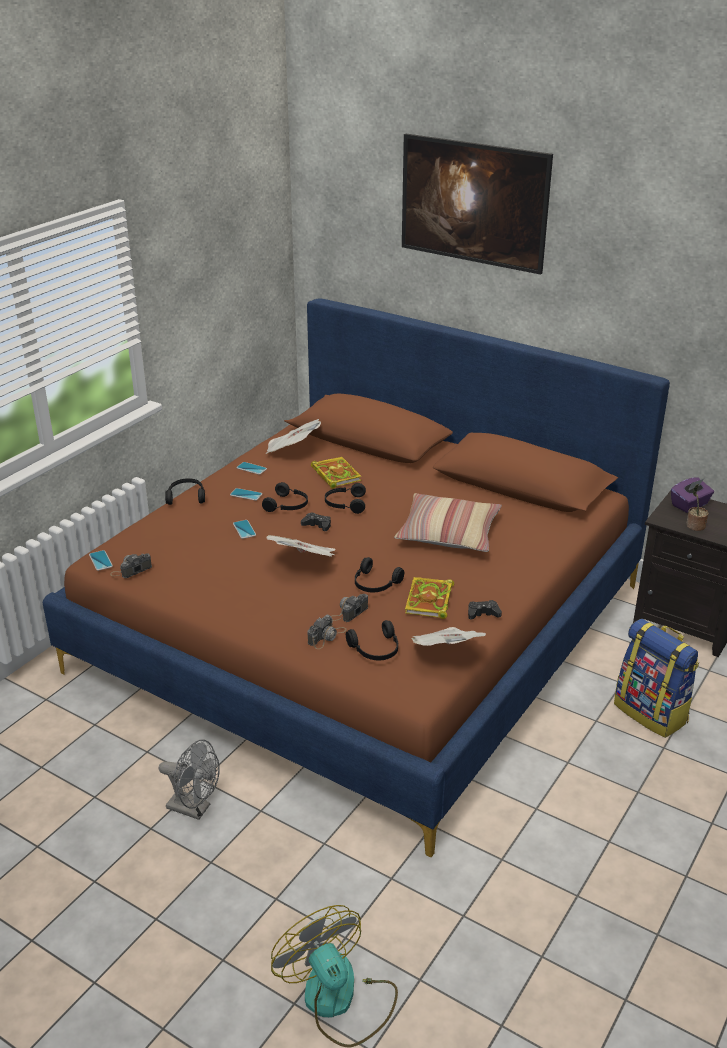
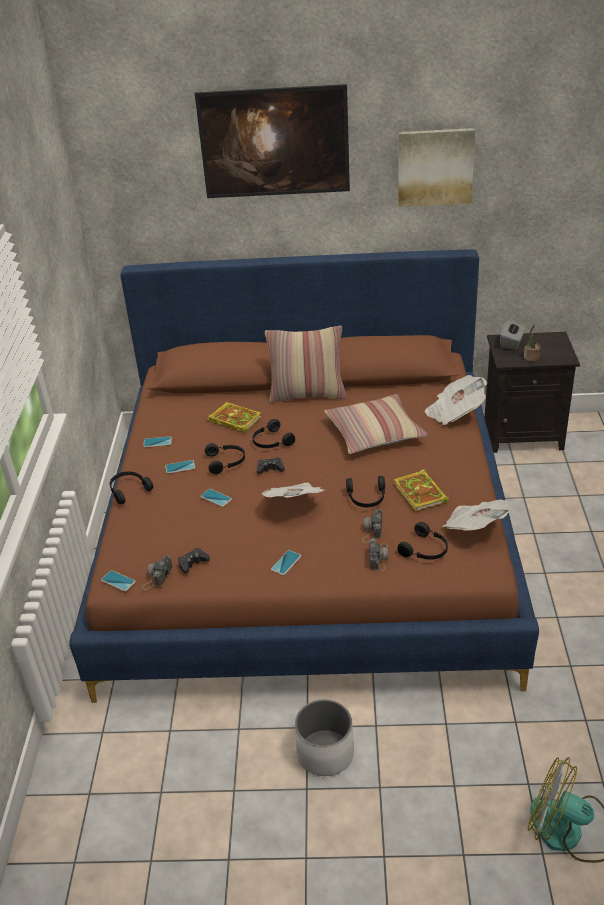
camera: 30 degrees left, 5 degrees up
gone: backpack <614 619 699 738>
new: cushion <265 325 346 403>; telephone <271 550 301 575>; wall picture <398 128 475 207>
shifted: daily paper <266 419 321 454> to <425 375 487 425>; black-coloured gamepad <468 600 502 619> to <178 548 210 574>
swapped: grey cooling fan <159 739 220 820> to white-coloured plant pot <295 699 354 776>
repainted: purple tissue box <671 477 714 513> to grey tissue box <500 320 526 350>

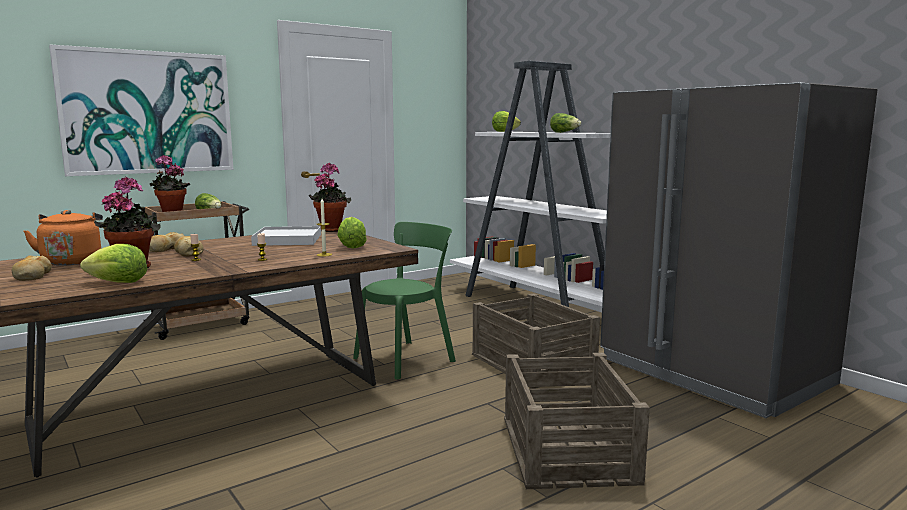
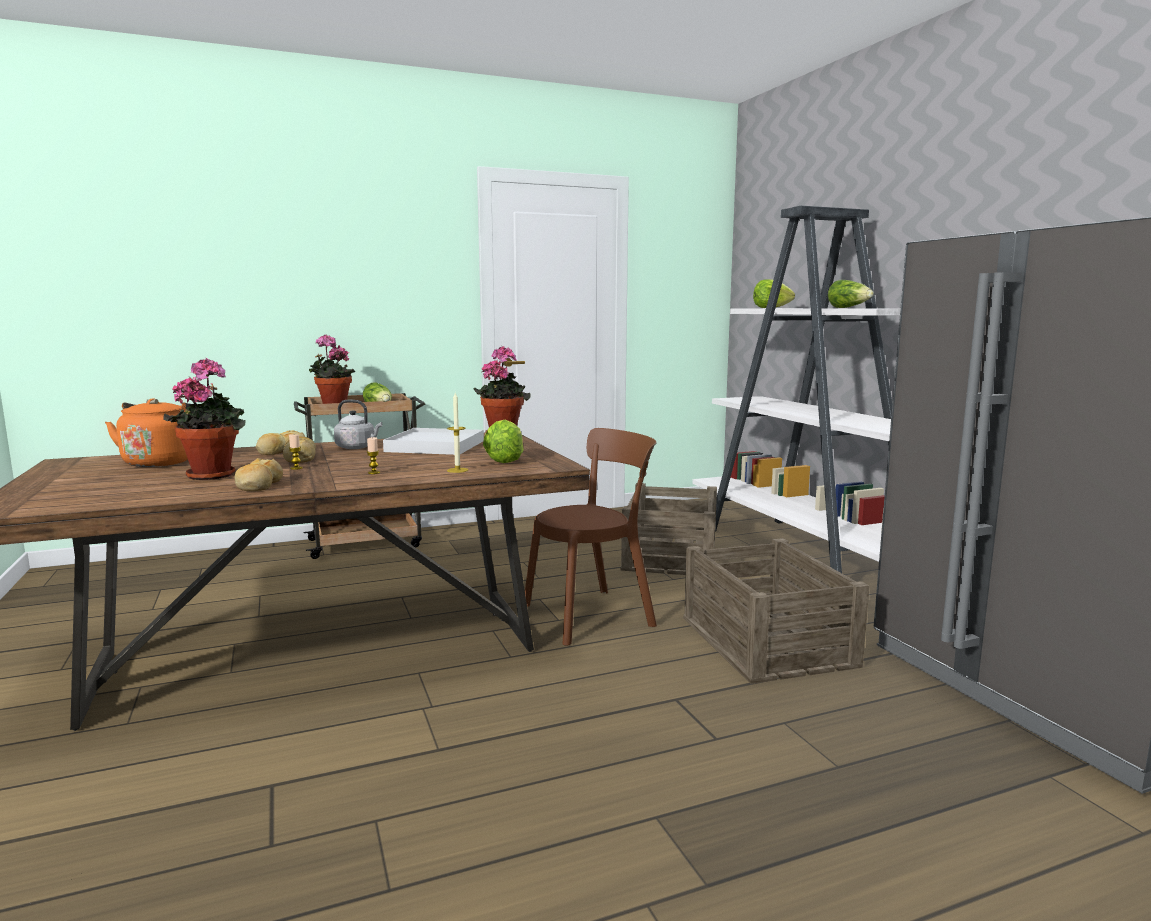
camera: 15 degrees right, 0 degrees up
gone: wall picture <49 45 233 176>; lettuce <80 244 147 283>
new: grey water kettle <334 400 382 449>
shifted: bread <12 255 52 281> to <235 458 283 491>; shipping crate <504 353 650 489> to <620 483 717 575>
repainted: green-coloured chair <353 222 456 380> to brown-coloured chair <525 428 657 646>

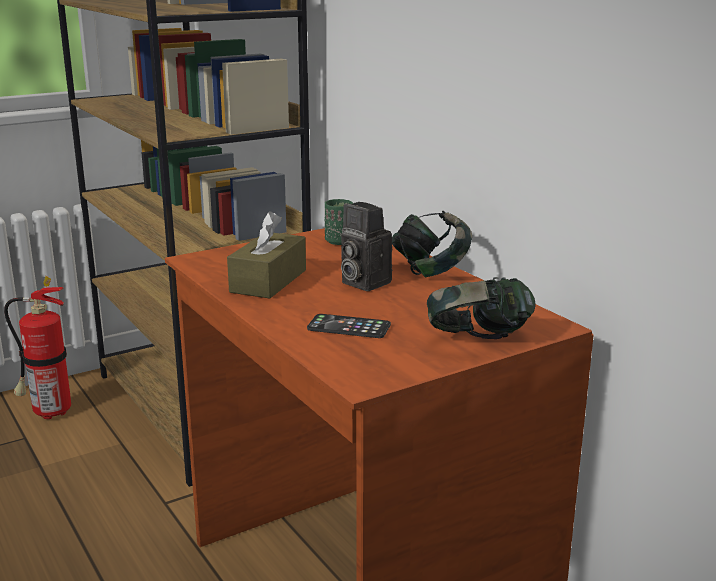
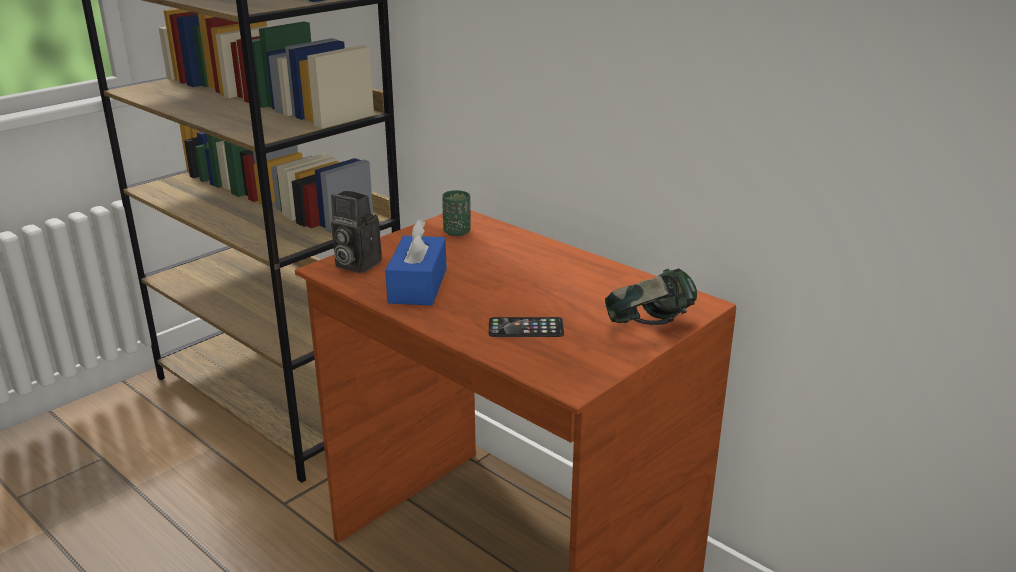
camera: 15 degrees left, 5 degrees up
gone: fire extinguisher <4 276 71 420>; pair of headphones <392 211 472 278>
shifted: photo camera <341 202 392 291> to <331 191 382 273>
repainted: brown-coloured tissue box <227 211 306 299> to bluish tissue box <385 219 447 306>

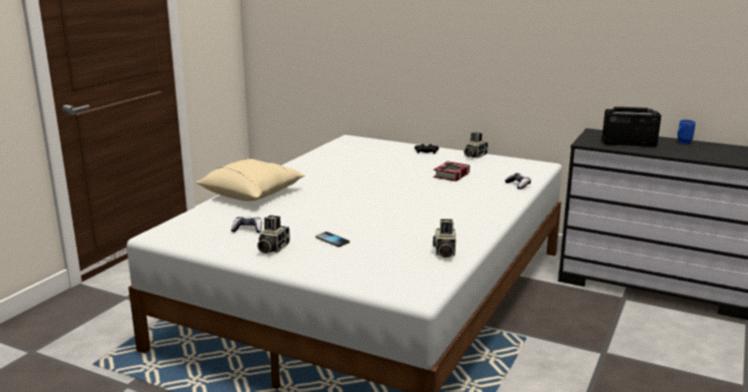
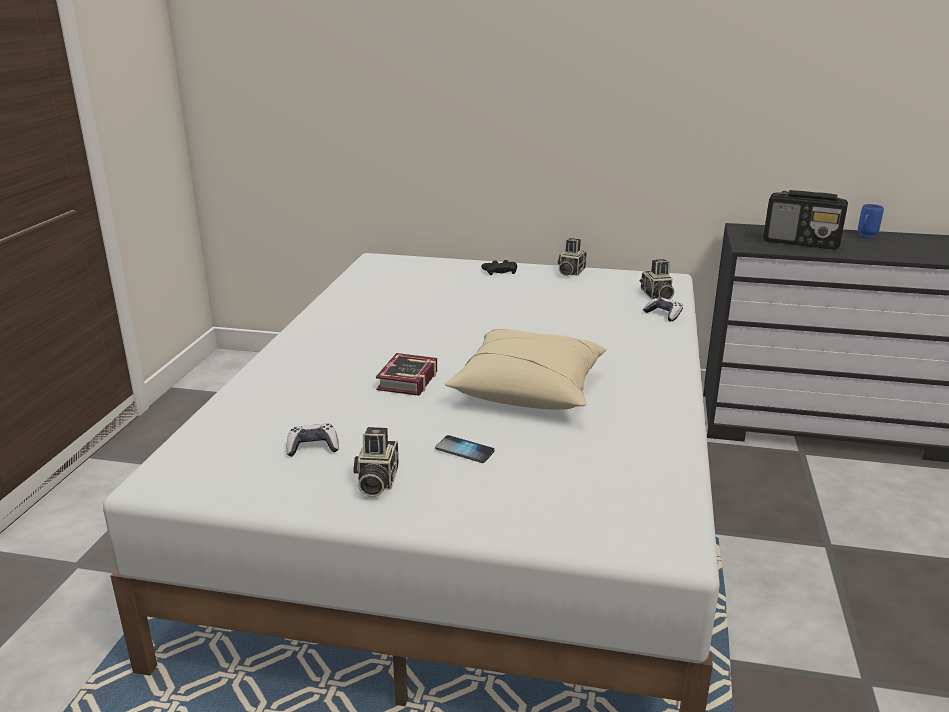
camera: 15 degrees left, 5 degrees up
shifted: beige-coloured cushion <195 159 305 201> to <444 329 607 410>; bound book <433 161 470 182> to <376 353 437 396>; photo camera <433 219 456 258> to <640 259 675 300>
rotated: radio receiver <602 107 661 147> = <763 190 848 250> 150 degrees counterclockwise

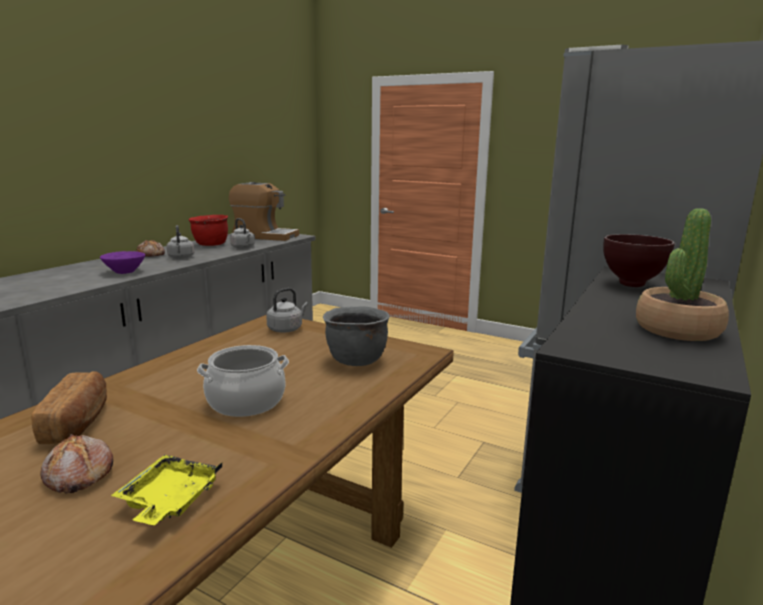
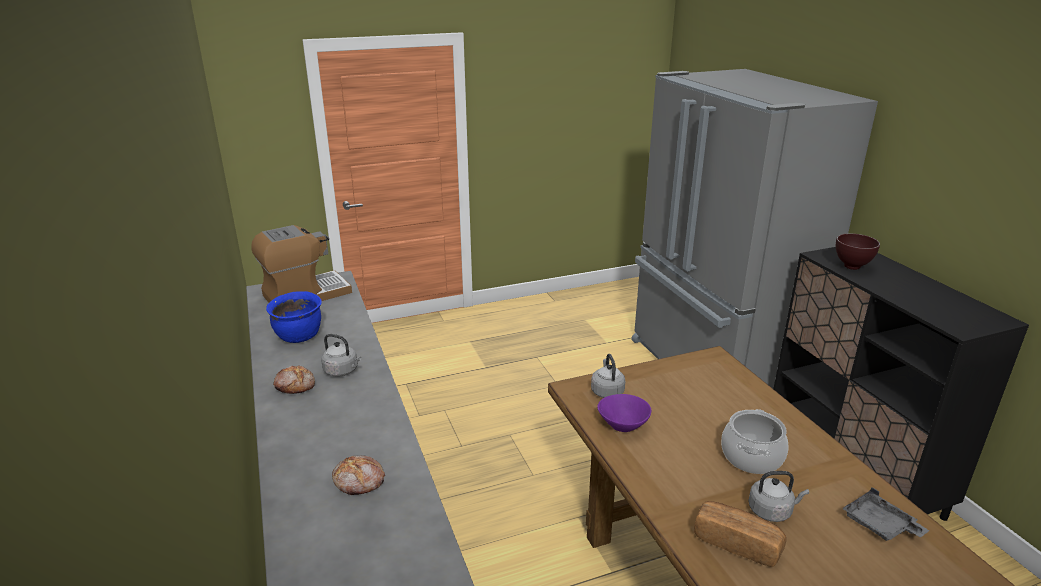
camera: 50 degrees left, 10 degrees up
gone: grey cooking pot <323 306 390 366>; potted plant <636 208 729 341>
shifted: bread <40 434 113 493> to <332 455 385 495>; purple deep dish <100 251 145 274> to <597 394 651 432>; grey water kettle <230 218 254 249> to <748 471 809 522>
repainted: yellowish carrying tray <111 455 222 525> to grey carrying tray <842 488 929 541>; red cooking pot <189 215 228 246> to bluish cooking pot <266 291 322 343>

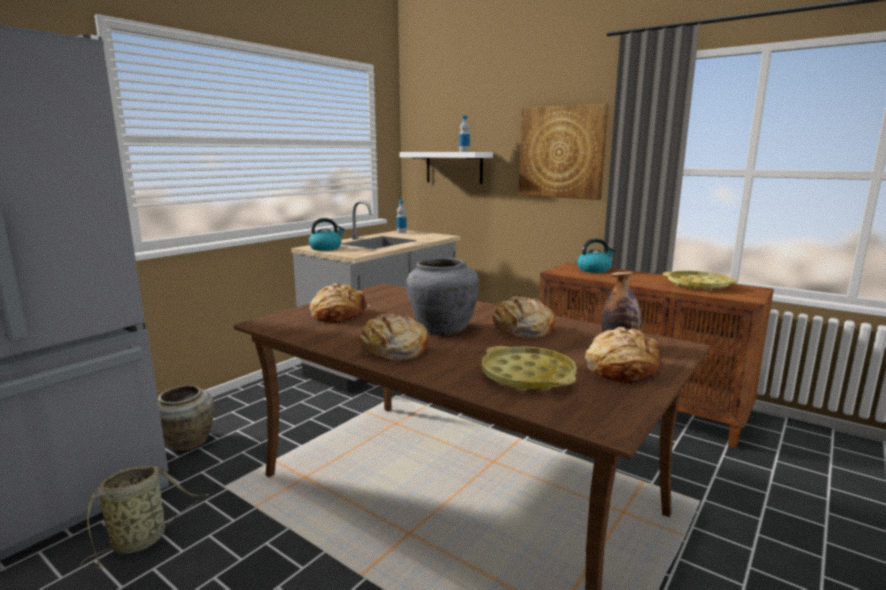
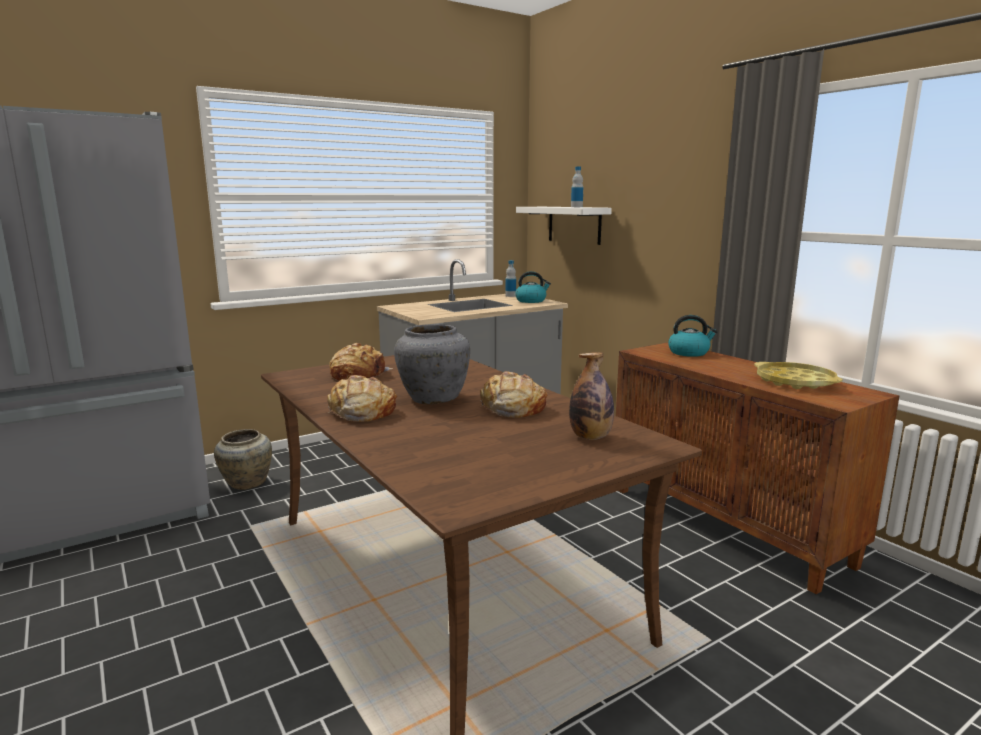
camera: 20 degrees right, 0 degrees up
gone: household basket <80 466 209 569>; yellowish carrying tray <482 346 577 391>; wall picture <518 104 609 200>; bread <585 327 661 383>
shifted: water kettle <309 218 345 251> to <515 271 551 303>

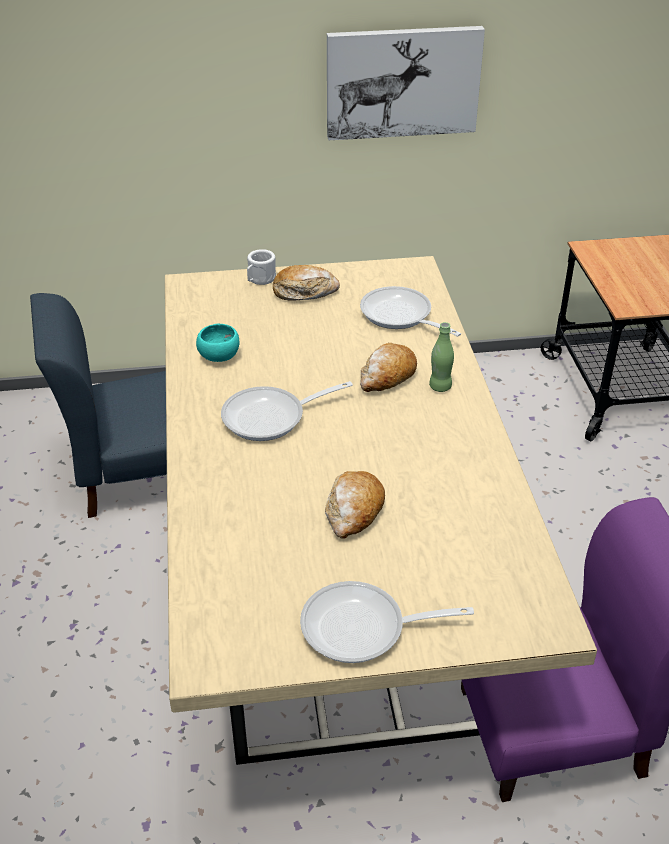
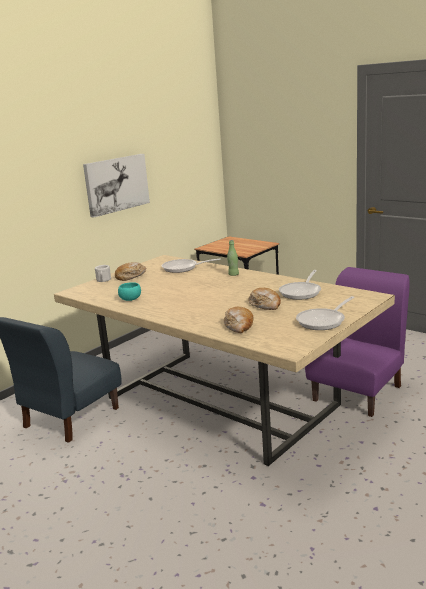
camera: 40 degrees left, 20 degrees down
shifted: skillet <221 381 353 441> to <279 270 321 300>; bread <360 343 417 392> to <224 307 253 333>

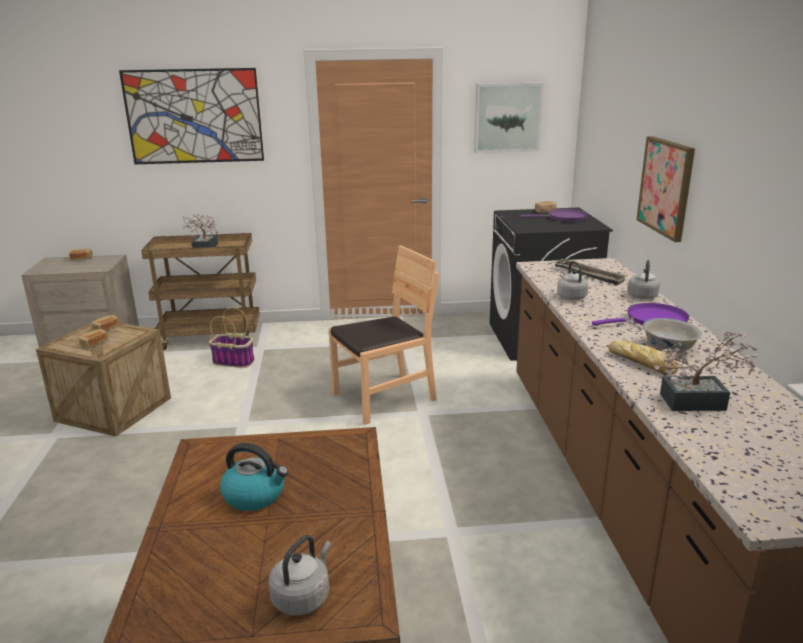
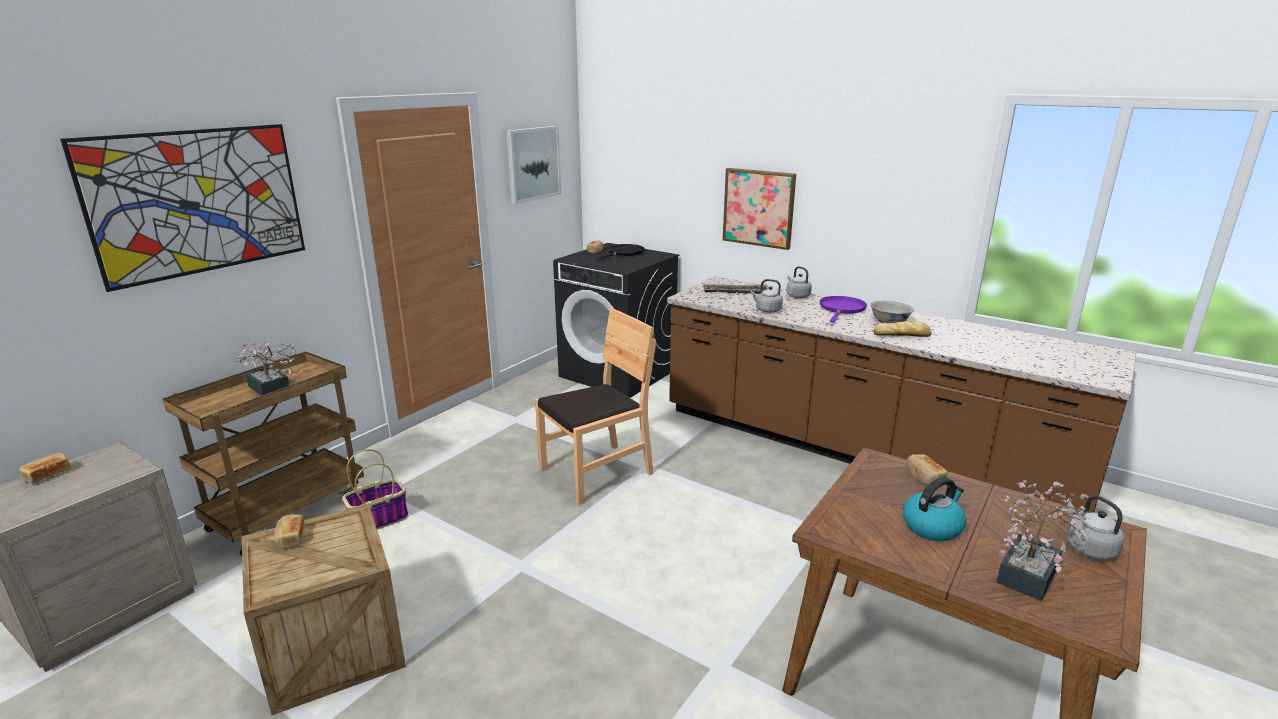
camera: 50 degrees left, 0 degrees up
shifted: bread <78 329 109 348> to <906 454 948 486>; potted plant <654 330 758 411> to <996 480 1089 601>
repainted: purple skillet <520 209 588 222> to black-coloured skillet <596 244 644 260>
rotated: brown-coloured chair <329 245 439 425> = <535 308 656 505> 45 degrees clockwise

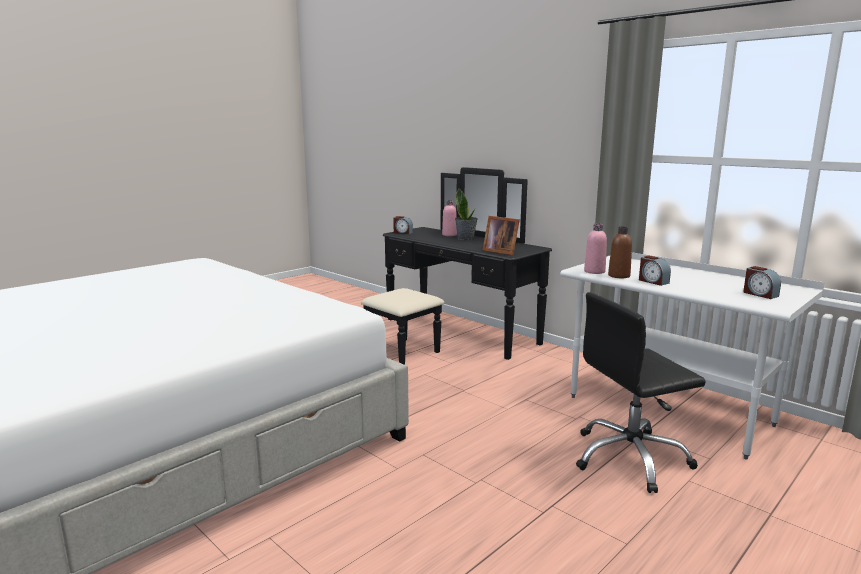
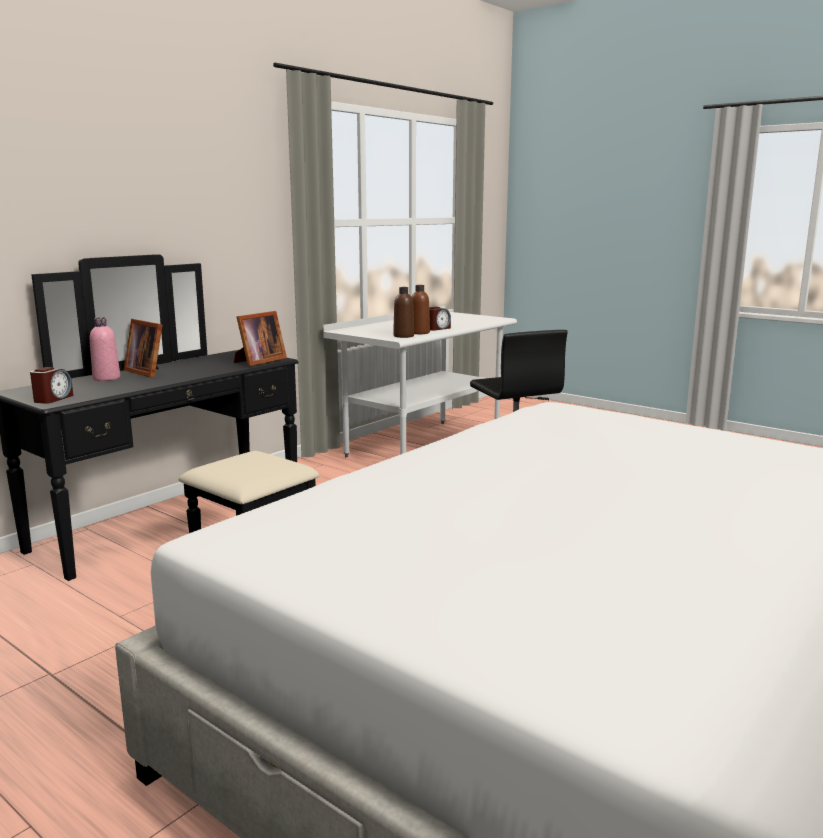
camera: 95 degrees left, 0 degrees up
gone: alarm clock <743 266 781 299>
swapped: potted plant <455 188 478 240> to standing frame <124 319 162 378>
repainted: pink-coloured bottle <584 224 607 274> to brown-coloured bottle <393 287 414 338>

